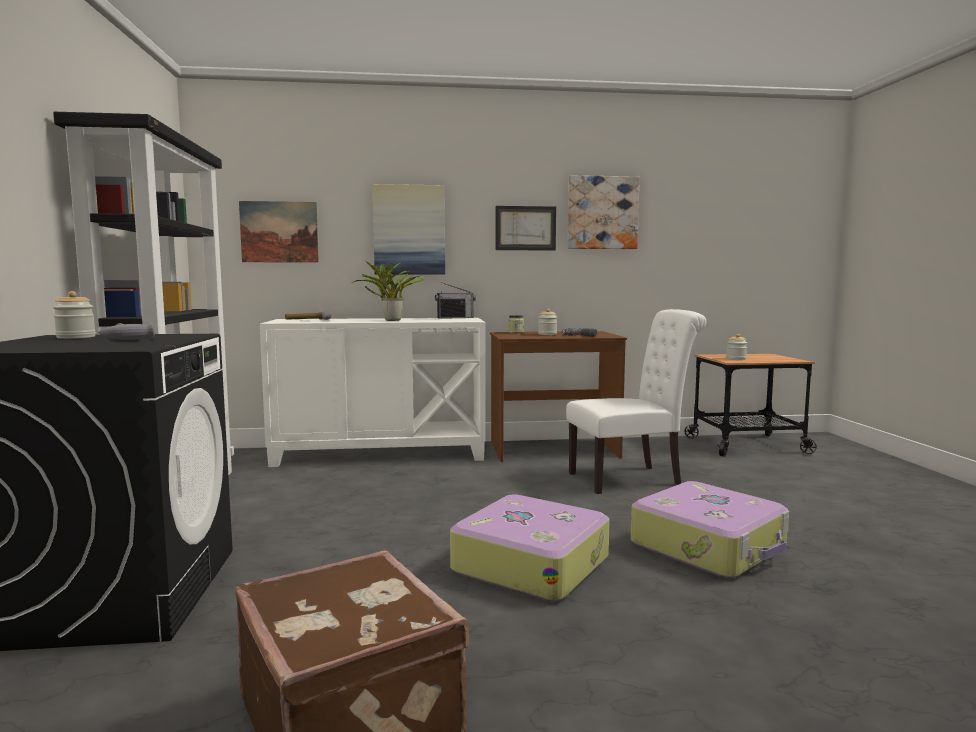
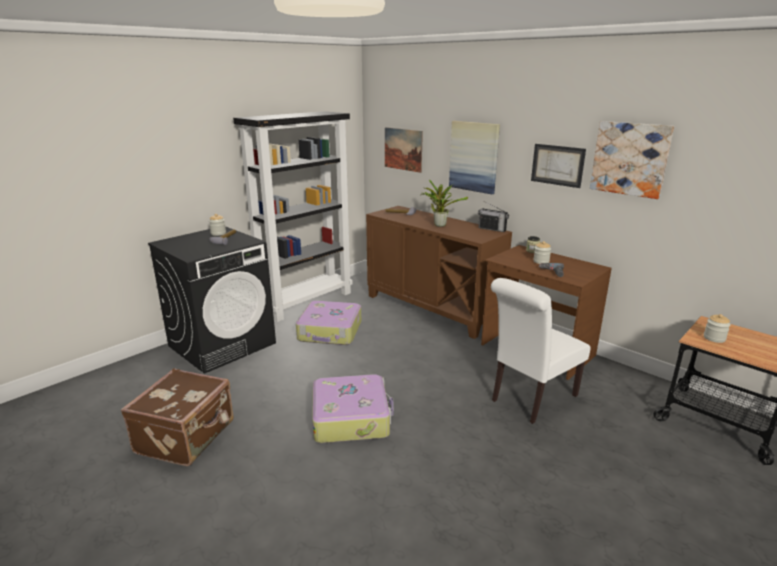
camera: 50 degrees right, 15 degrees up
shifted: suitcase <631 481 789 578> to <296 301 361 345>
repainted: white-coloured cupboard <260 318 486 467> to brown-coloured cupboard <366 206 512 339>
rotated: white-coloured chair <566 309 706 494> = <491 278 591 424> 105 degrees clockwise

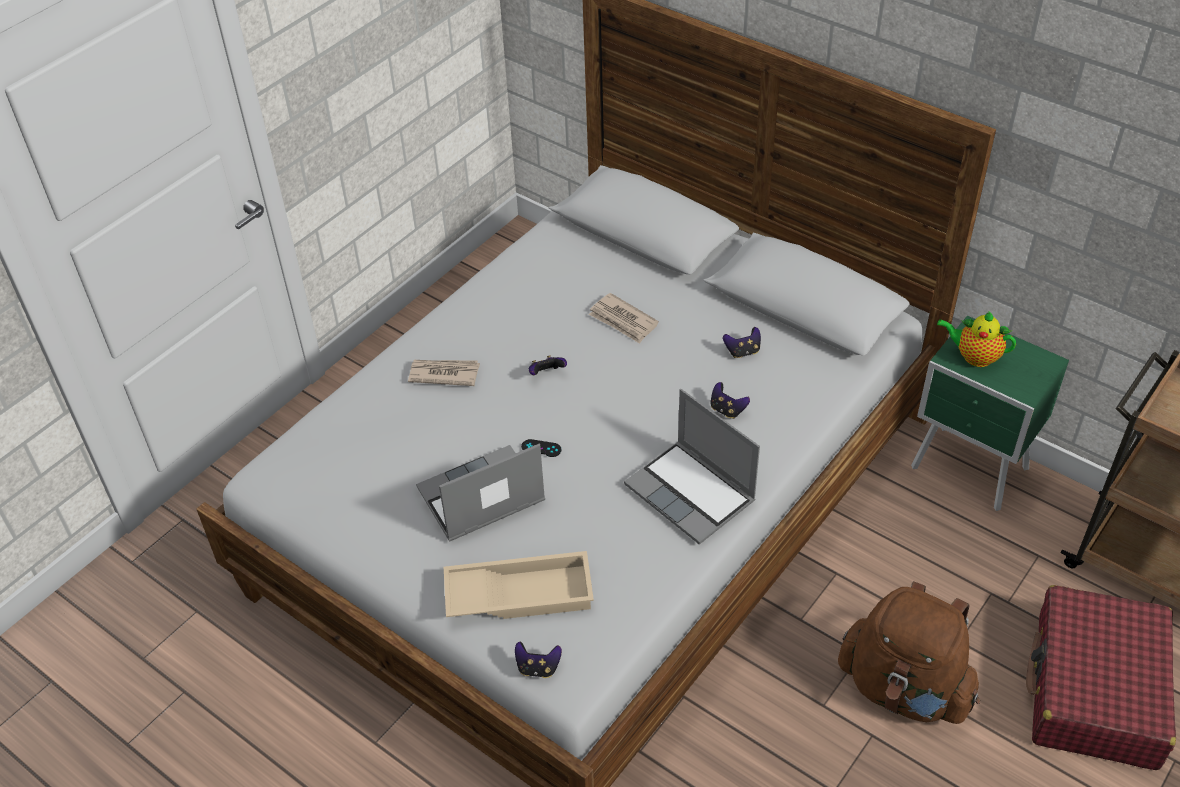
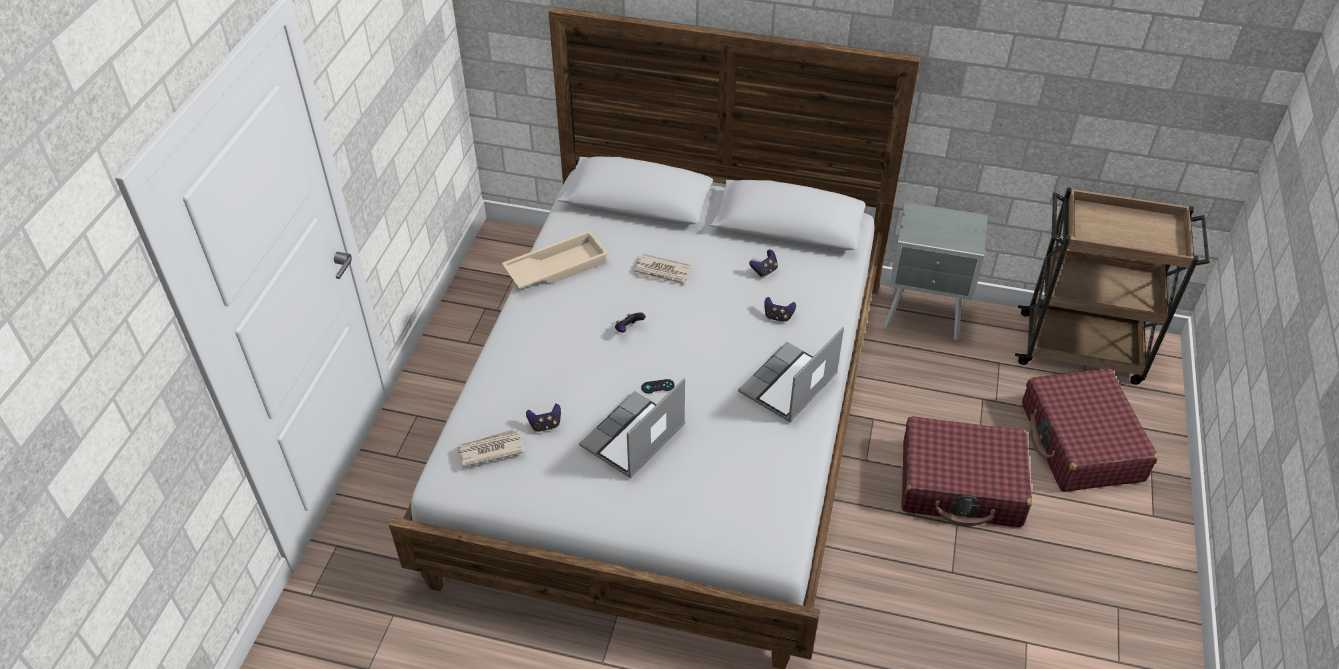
camera: 25 degrees left, 0 degrees up
gone: tea pot <937 311 1016 367>
shifted: daily paper <408 360 480 386> to <456 429 524 467>; beige-coloured carrying tray <444 551 594 619> to <502 230 608 289>; gamepad <515 642 562 678> to <526 404 561 432>
swapped: brown-coloured backpack <838 581 980 724> to red suitcase <901 416 1032 527>
repainted: green-coloured night table <911 316 1069 511> to grey night table <884 202 988 341>
rotated: portable computer <624 389 760 545> = <738 327 844 422> 105 degrees clockwise

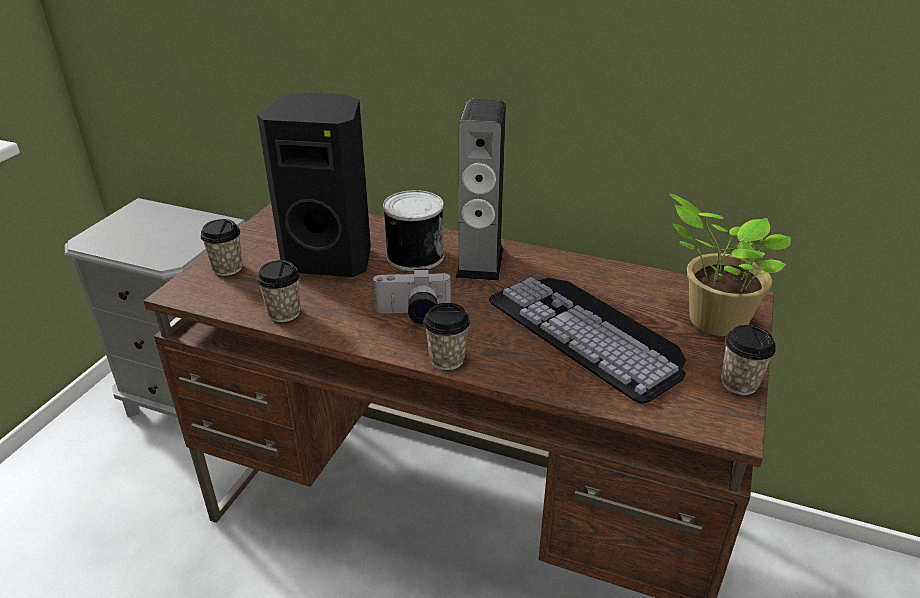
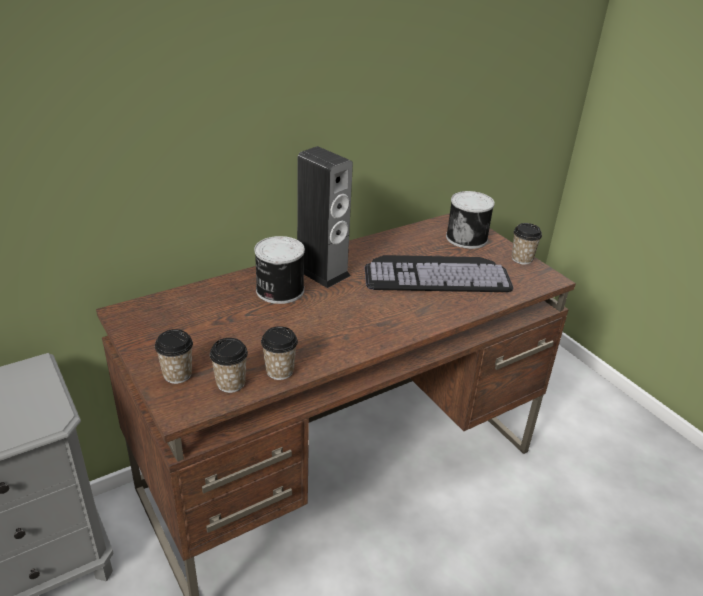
camera: 55 degrees left, 0 degrees up
gone: black-coloured speaker <257 93 371 277>; photo camera <372 268 452 324>
shifted: cup <424 303 470 370> to <210 338 248 393>
swapped: potted plant <669 194 791 337> to can <446 191 495 249>

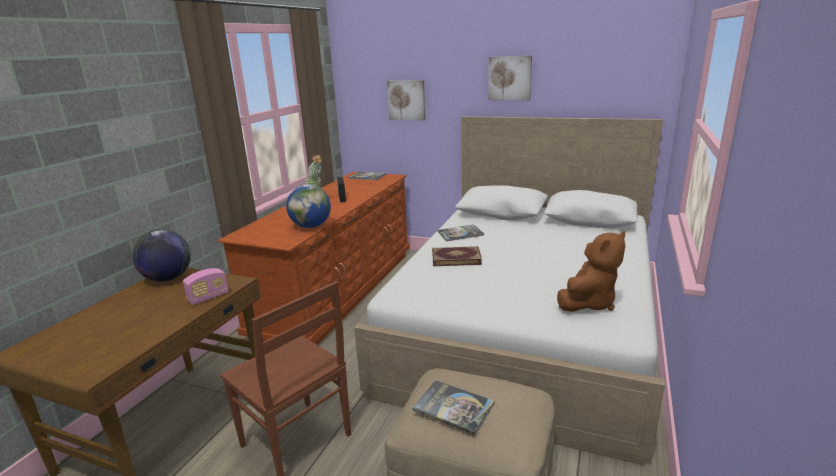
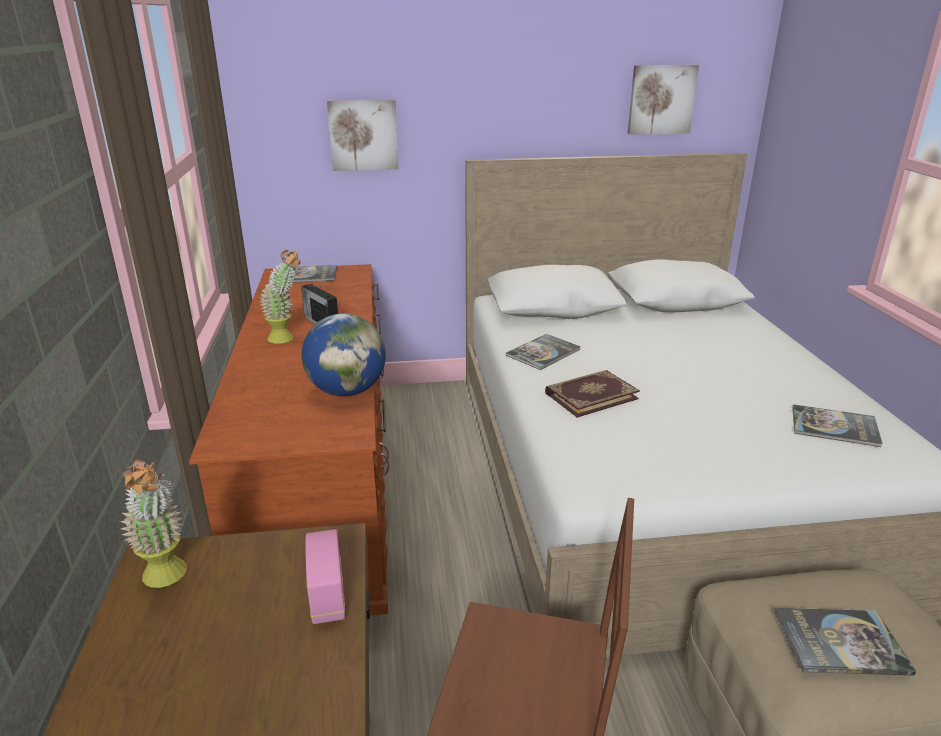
camera: 30 degrees left, 5 degrees up
shifted: wall picture <488 56 532 100> to <628 65 699 135>
swapped: world globe <132 230 191 282> to potted plant <120 459 187 588>; brown-coloured cuddly toy <557 231 625 312> to bound book <792 404 882 447>
rotated: radio receiver <183 268 229 305> = <305 529 345 624> 150 degrees clockwise

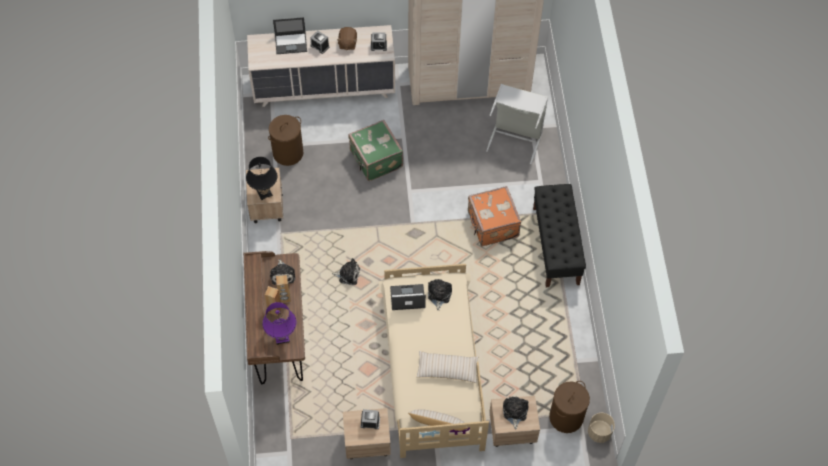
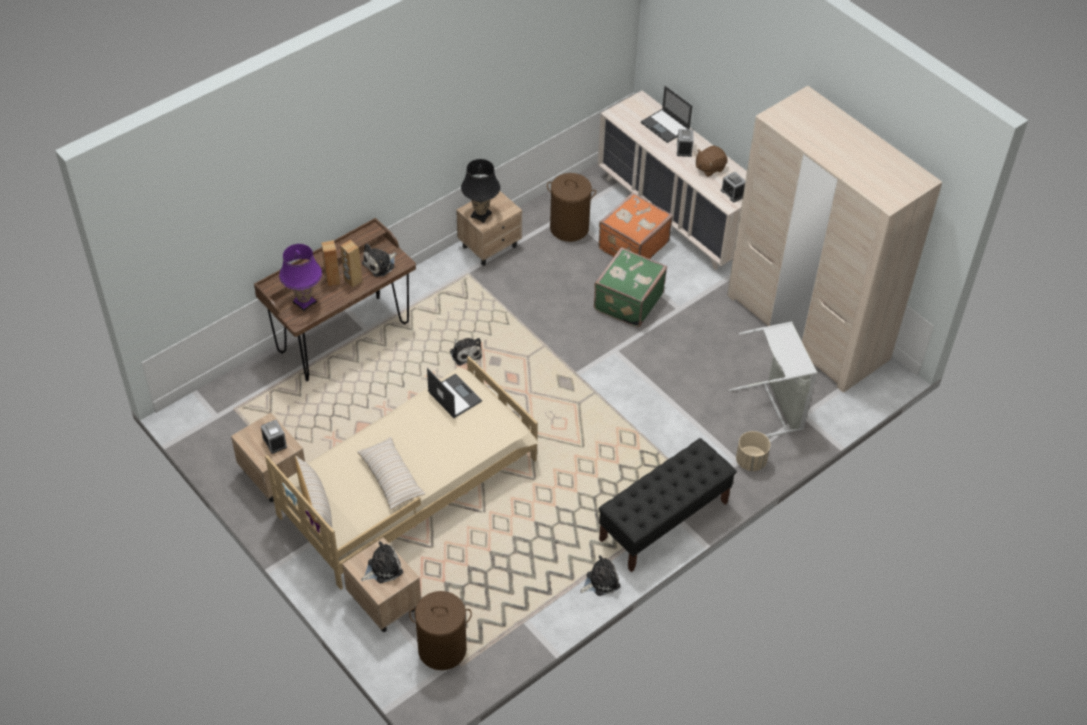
camera: 55 degrees right, 10 degrees down
shifted: cuddly toy <428 279 452 311> to <580 555 621 596>; orange suitcase <468 186 521 246> to <598 192 673 259>; beige-coloured plant pot <588 413 615 443> to <736 431 770 471>

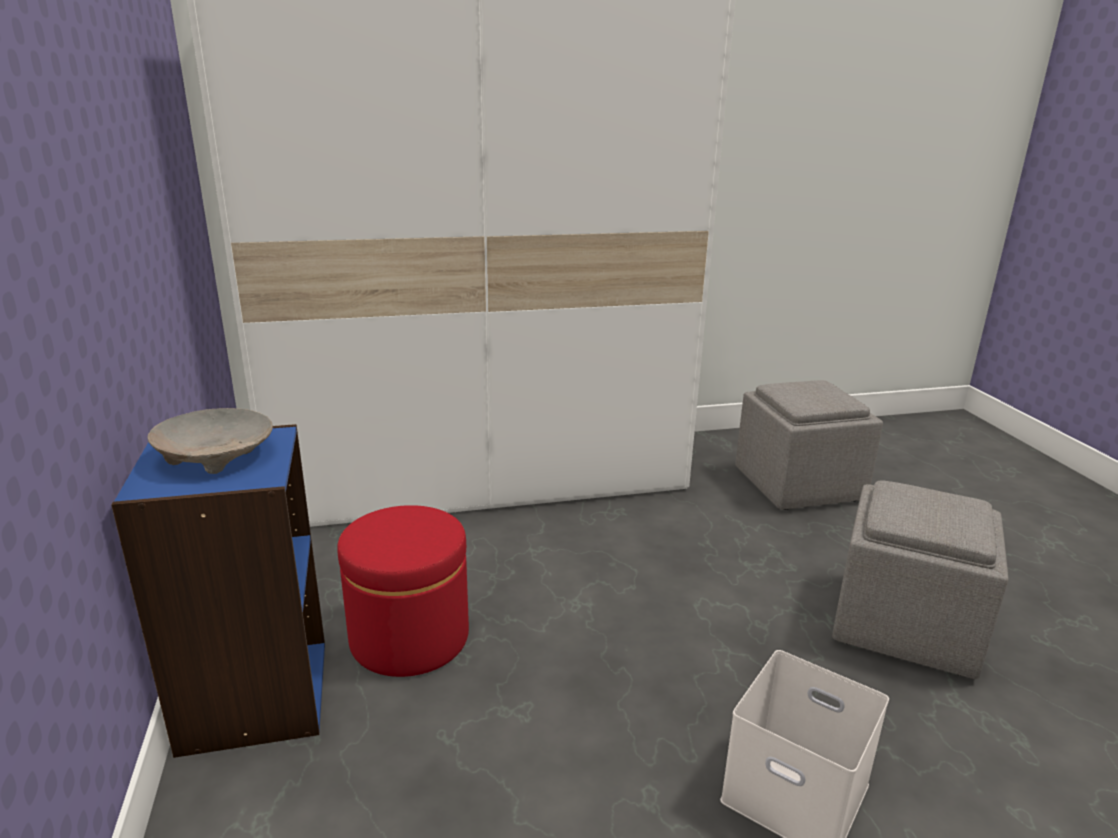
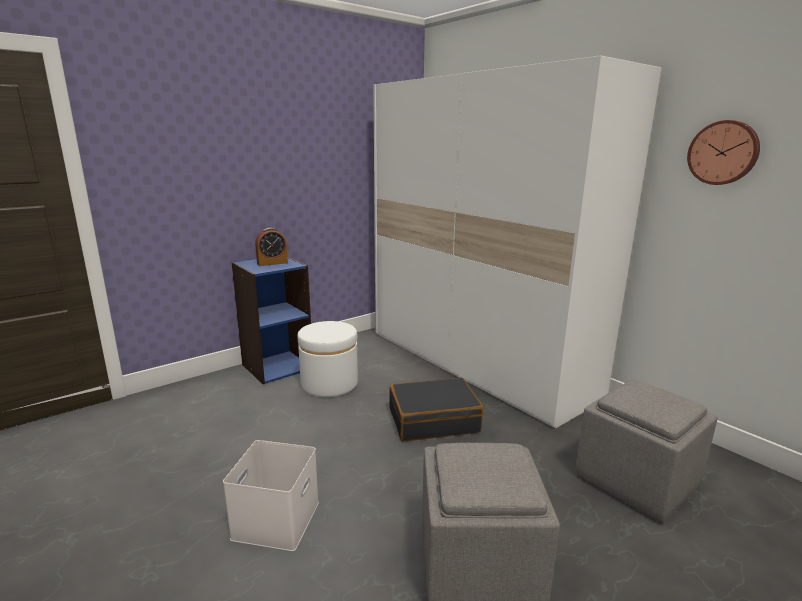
camera: 65 degrees right, 5 degrees down
new: black-coloured suitcase <389 377 484 441>; wall clock <687 120 760 185>
swapped: beige-coloured deep dish <147 408 273 474> to alarm clock <255 228 288 266>
repainted: red pouffe <337 505 469 677> to white-coloured pouffe <298 321 358 397>

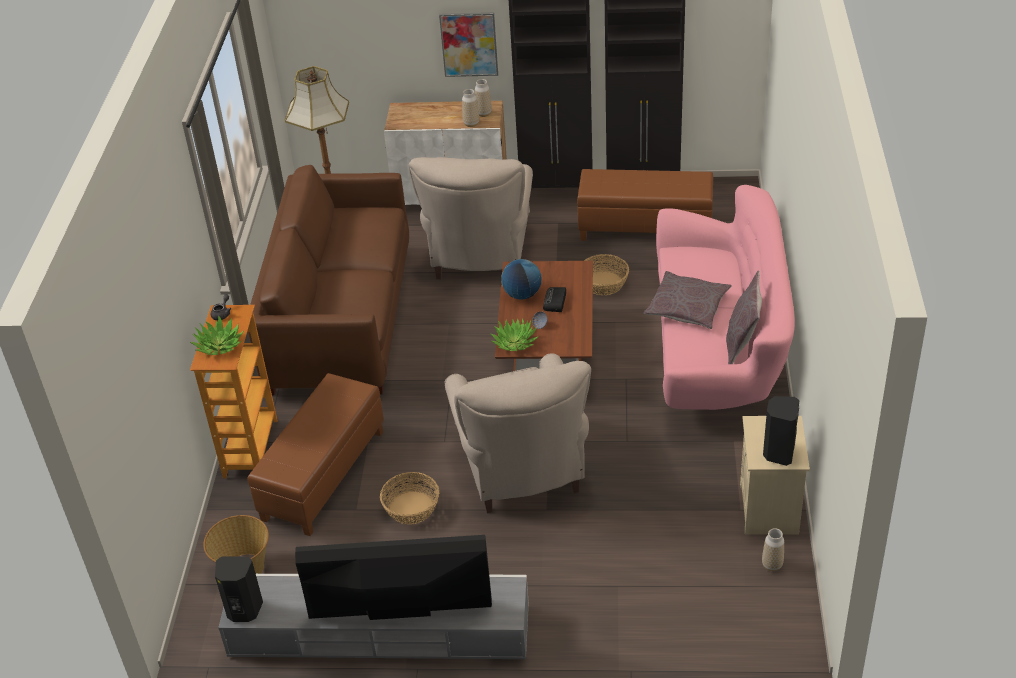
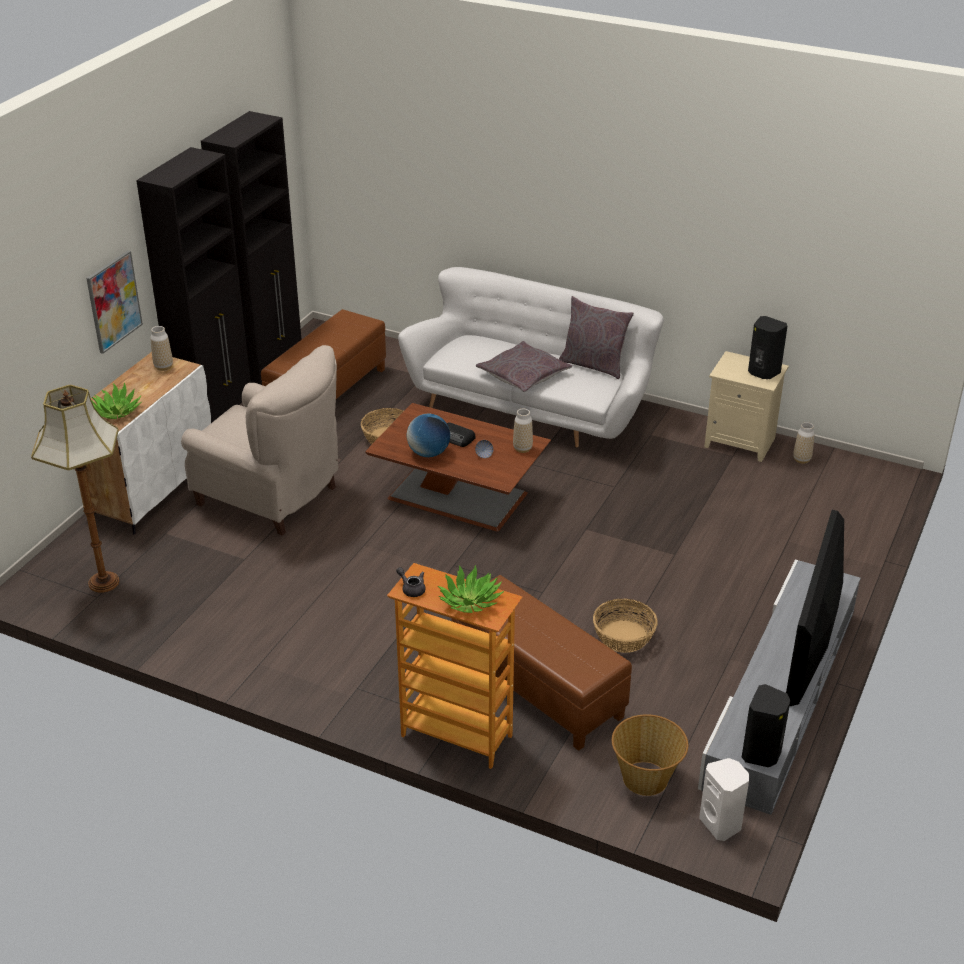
camera: 70 degrees left, 5 degrees down
gone: brown-coloured sofa <248 165 409 395>; beige-coloured lounge chair <444 353 591 513>
new: white-coloured speaker <699 758 749 841>
shifted: vase <462 89 479 127> to <513 409 533 453>; potted plant <491 318 539 351> to <91 382 142 419>
repainted: pink-coloured sofa <656 185 795 410> to white-coloured sofa <398 267 664 447>

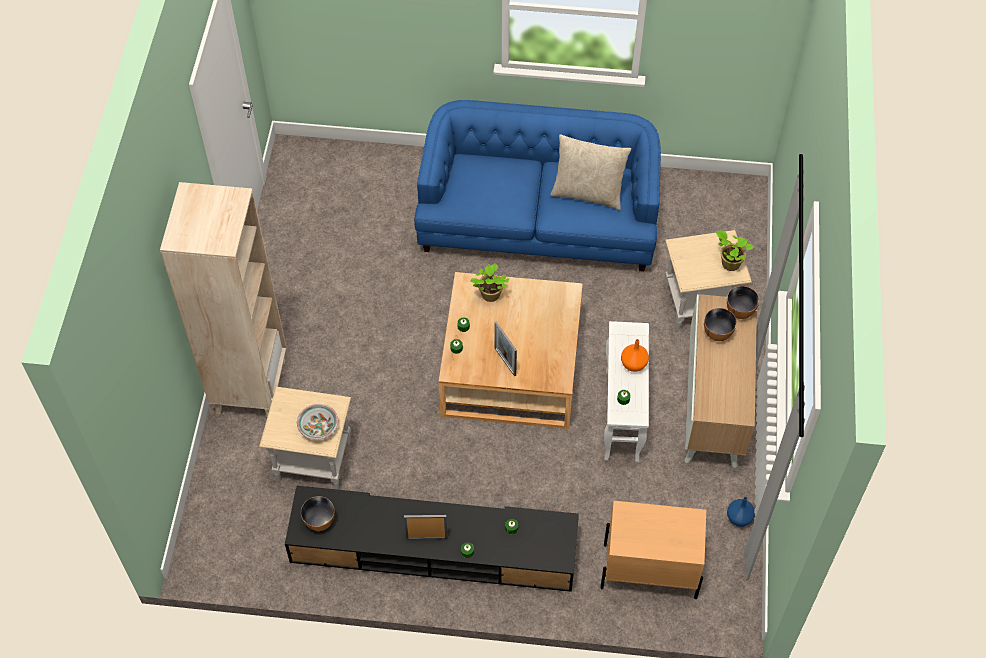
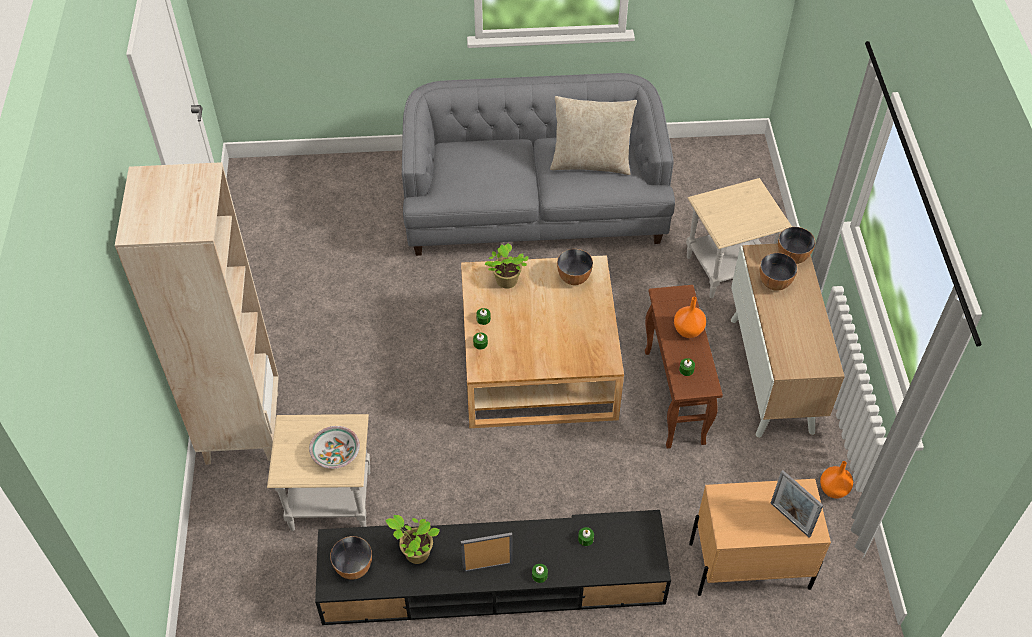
camera: 10 degrees left, 5 degrees down
new: deep dish <557 249 593 285>
shifted: standing frame <494 322 517 376> to <771 470 823 538>; potted plant <715 230 753 271> to <385 515 440 564>
repainted: bluish sofa <414 100 661 272> to grey sofa <402 73 675 256>; white-coloured end table <604 321 649 462> to brown-coloured end table <645 285 723 449>; bluish vase <727 497 755 527> to orange vase <820 461 853 498>

